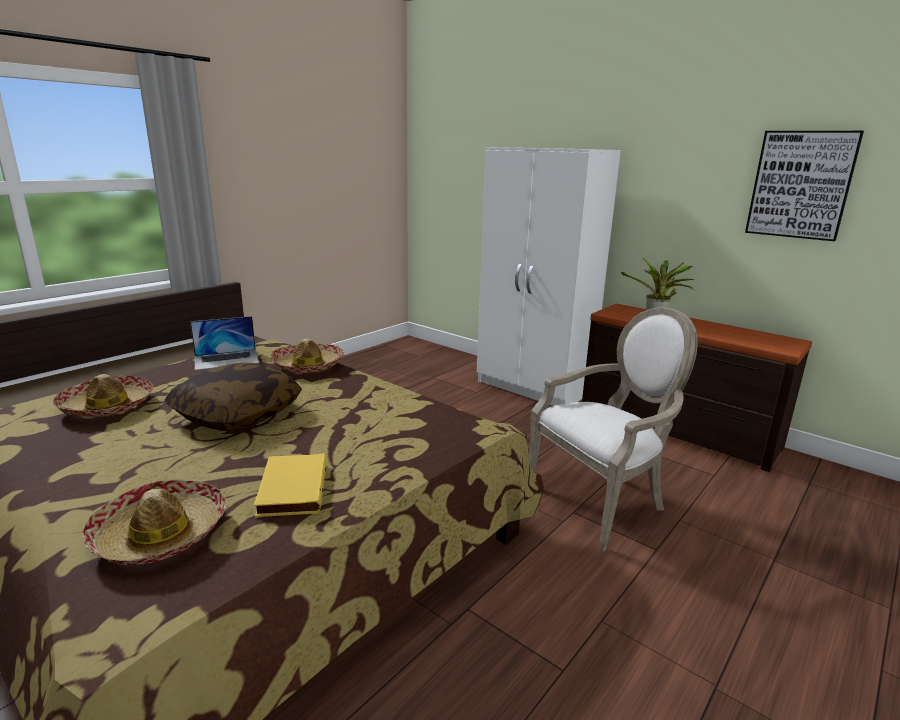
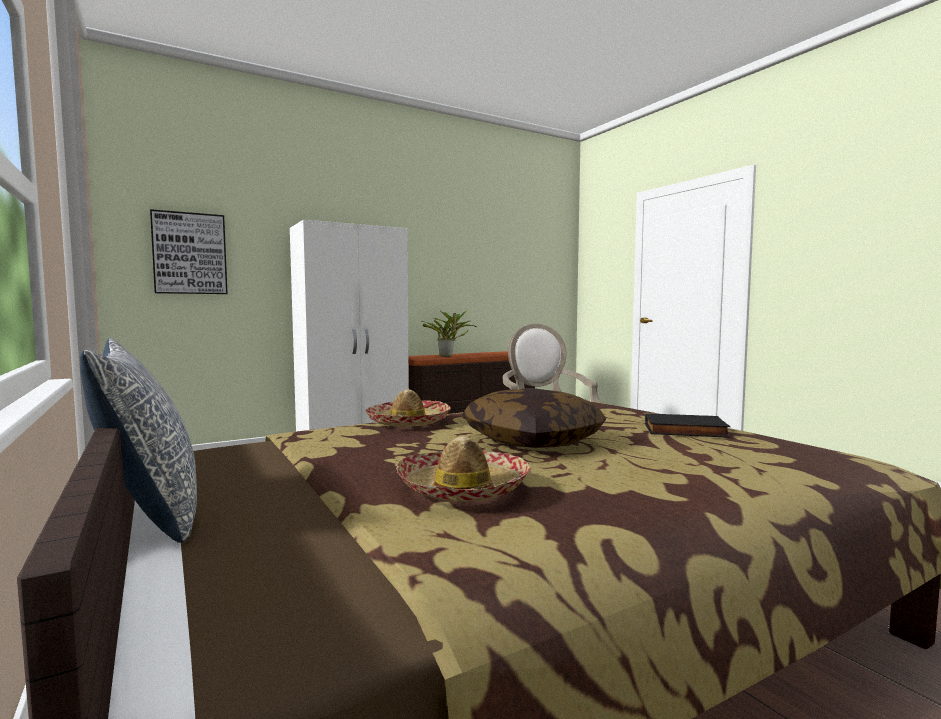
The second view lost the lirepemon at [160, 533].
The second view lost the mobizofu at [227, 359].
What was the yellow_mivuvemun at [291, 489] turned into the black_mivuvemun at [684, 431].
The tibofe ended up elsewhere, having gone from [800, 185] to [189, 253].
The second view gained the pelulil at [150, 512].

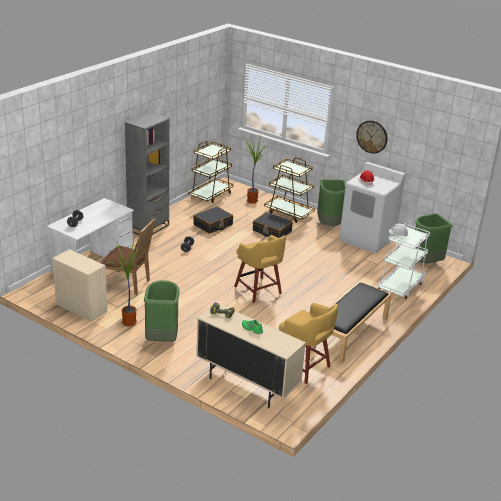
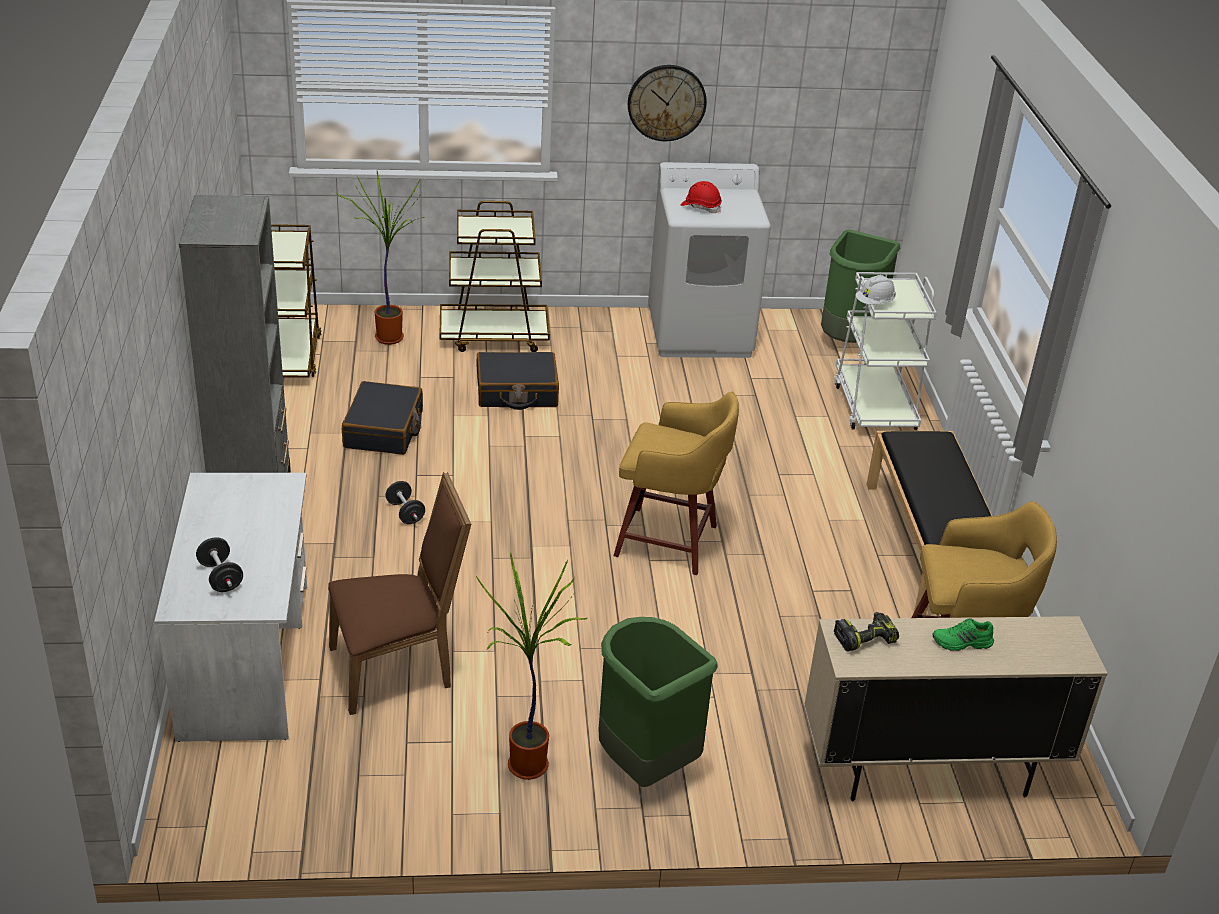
The second view lost the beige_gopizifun at [80, 308].
The second view lost the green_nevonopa at [329, 225].

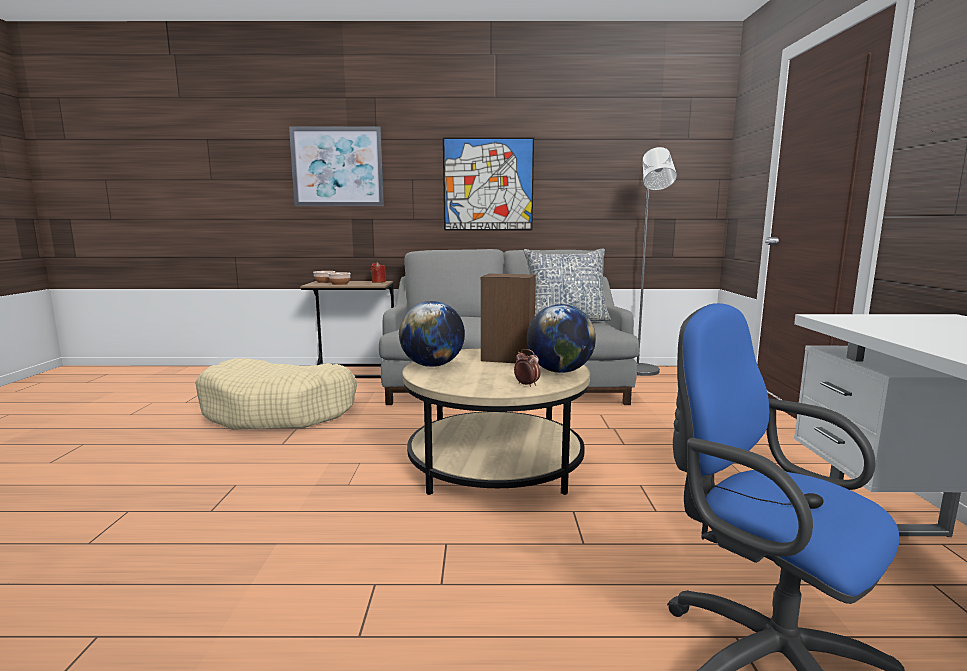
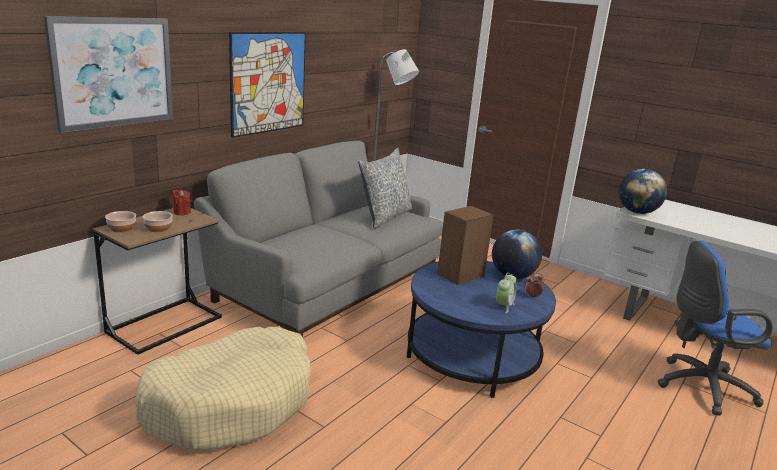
The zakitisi ended up elsewhere, having gone from [432, 365] to [637, 212].
What was the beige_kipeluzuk at [495, 463] turned into the blue_kipeluzuk at [472, 356].
The second view gained the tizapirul at [504, 306].

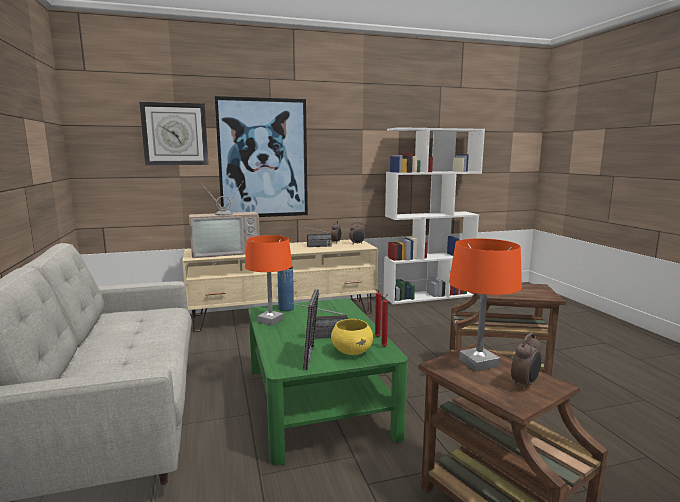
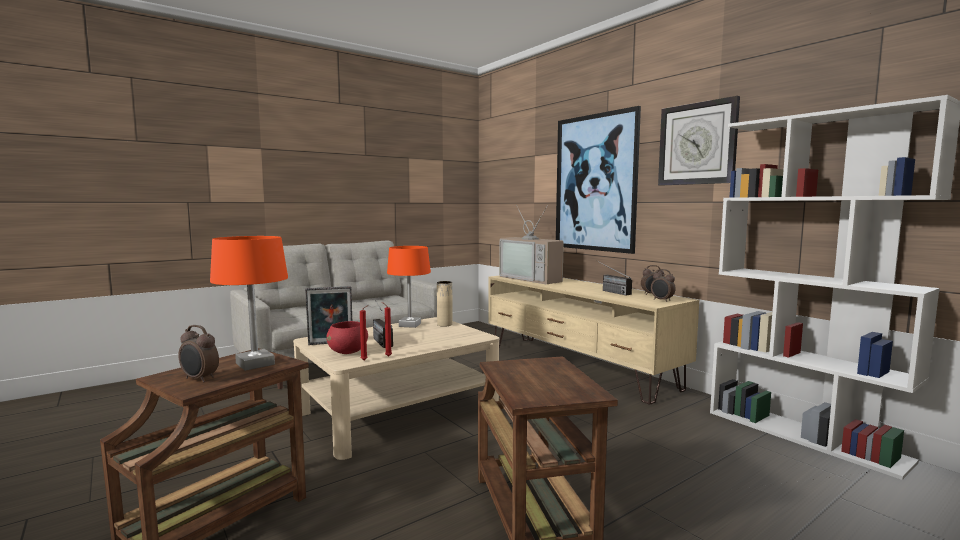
The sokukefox ended up elsewhere, having gone from [175, 134] to [697, 144].
What was the green_kipeluzuk at [317, 400] turned into the beige_kipeluzuk at [399, 411].
What was the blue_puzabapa at [286, 308] turned into the beige_puzabapa at [444, 324].
What was the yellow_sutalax at [352, 352] turned into the red_sutalax at [348, 352].

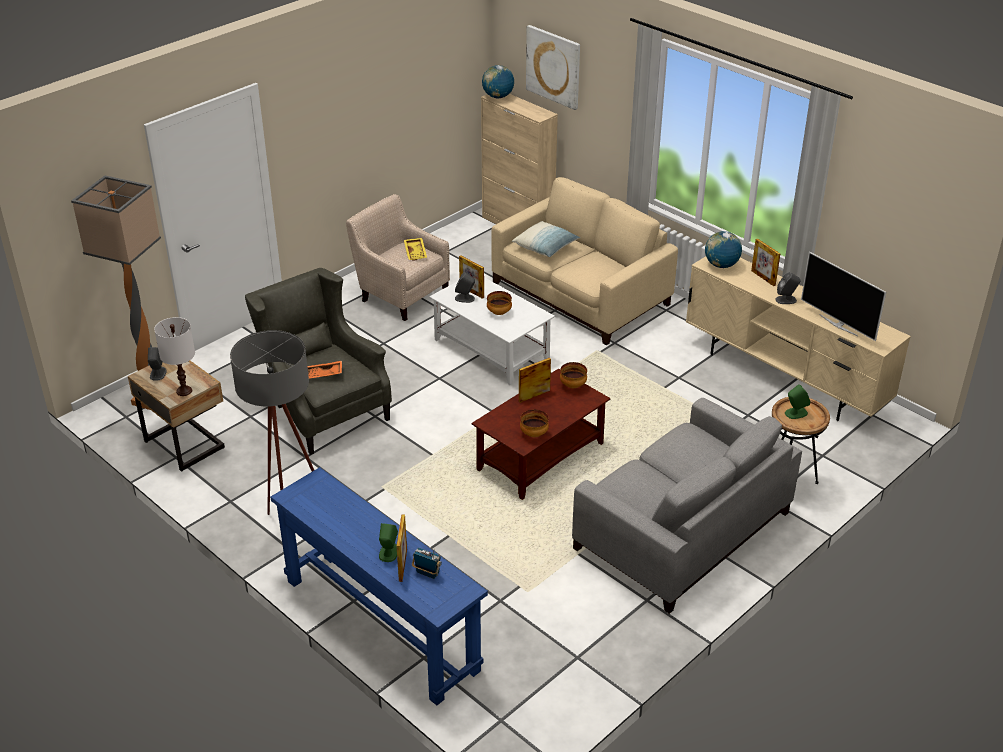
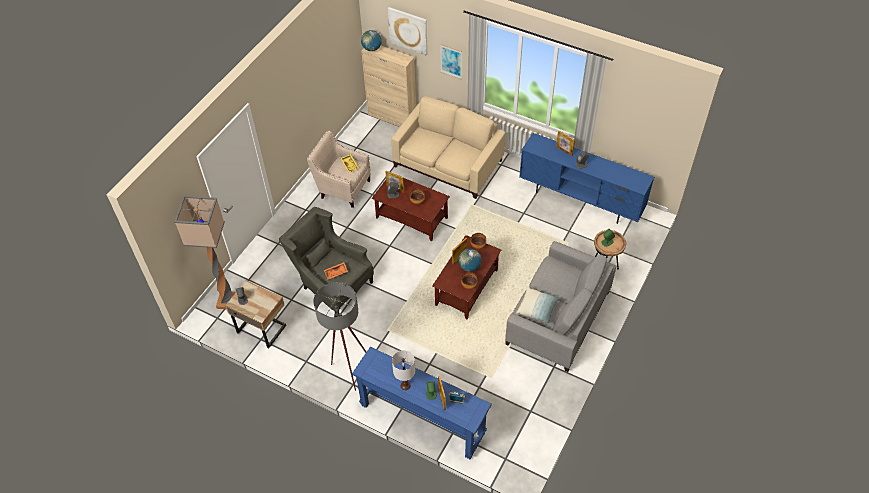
The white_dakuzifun ended up elsewhere, having gone from [184, 391] to [405, 385].
What was the white_kipeluzuk at [492, 350] turned into the brown_kipeluzuk at [412, 218].
The pelulil ended up elsewhere, having gone from [545, 247] to [537, 309].
What was the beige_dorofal at [784, 378] turned into the blue_dorofal at [581, 200].
The zakitisi ended up elsewhere, having gone from [721, 265] to [469, 267].
The second view lost the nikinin at [839, 325].
The second view gained the tibofe at [451, 61].

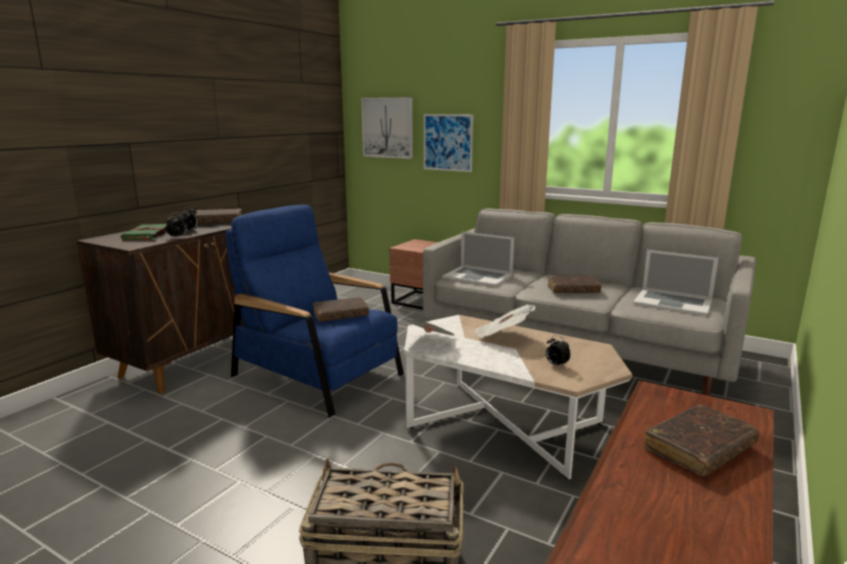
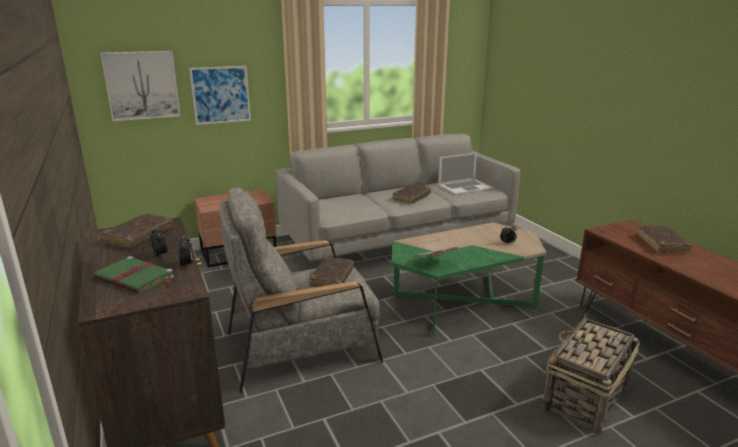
What was the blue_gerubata at [318, 375] turned into the grey_gerubata at [302, 345].
What was the white_kipeluzuk at [505, 425] turned into the green_kipeluzuk at [463, 302].
The second view lost the mobizofu at [478, 276].
The second view lost the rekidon at [502, 336].

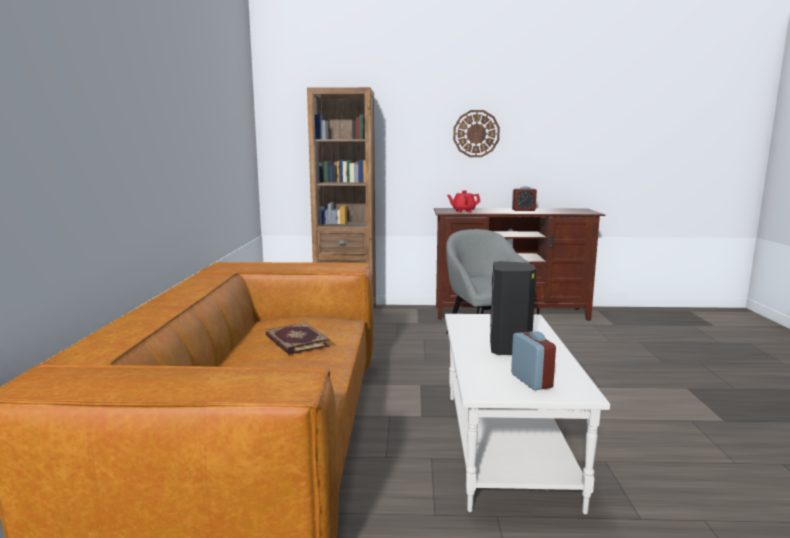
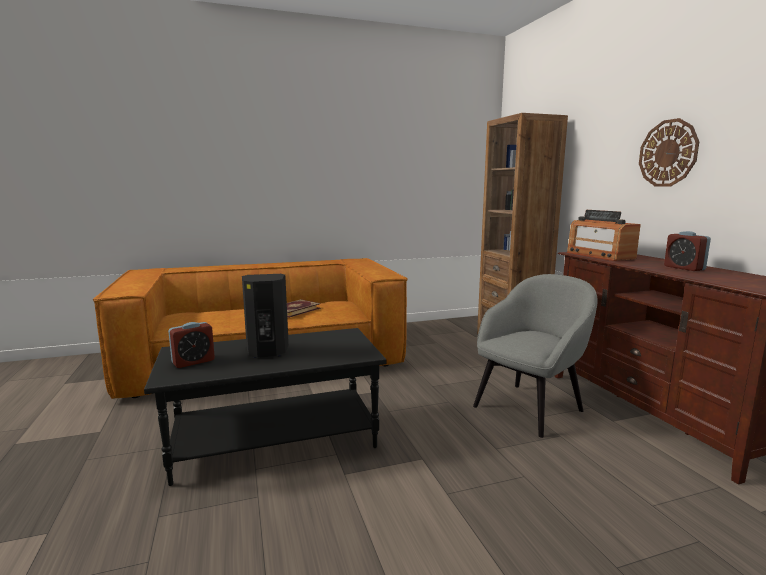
What was the white_kipeluzuk at [504, 445] turned into the black_kipeluzuk at [276, 440].
Where the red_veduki stood at [463, 211], the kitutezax came to stand at [599, 255].

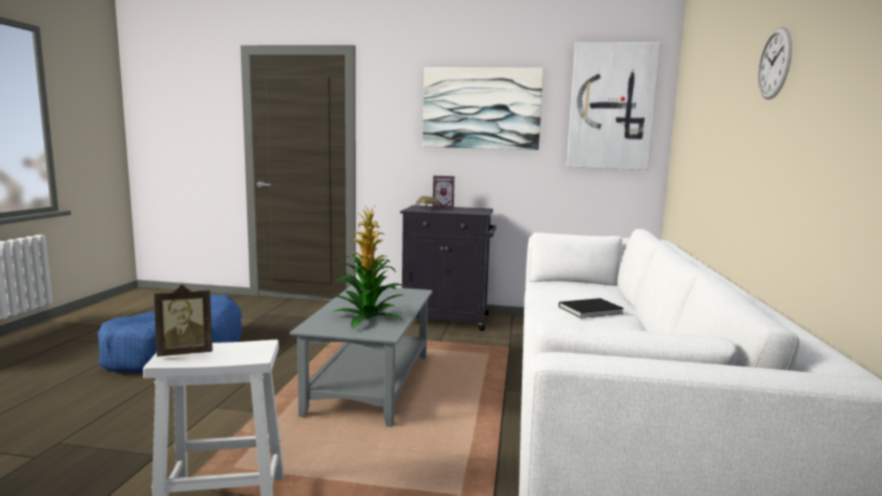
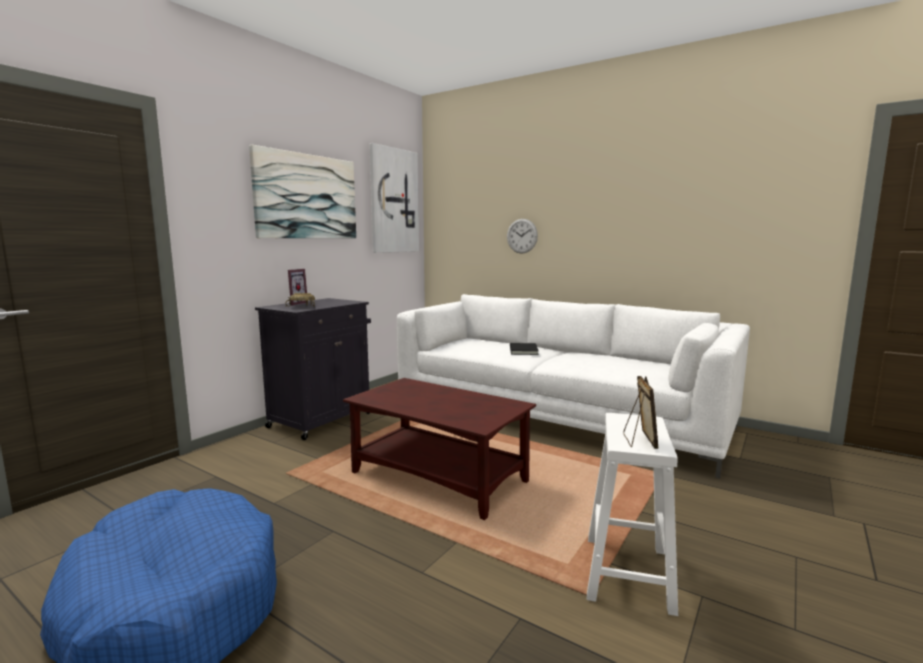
What was the grey_kipeluzuk at [370, 385] turned into the brown_kipeluzuk at [440, 477].
The second view lost the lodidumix at [368, 318].
The sokukefox ended up elsewhere, having gone from [774, 63] to [522, 236].

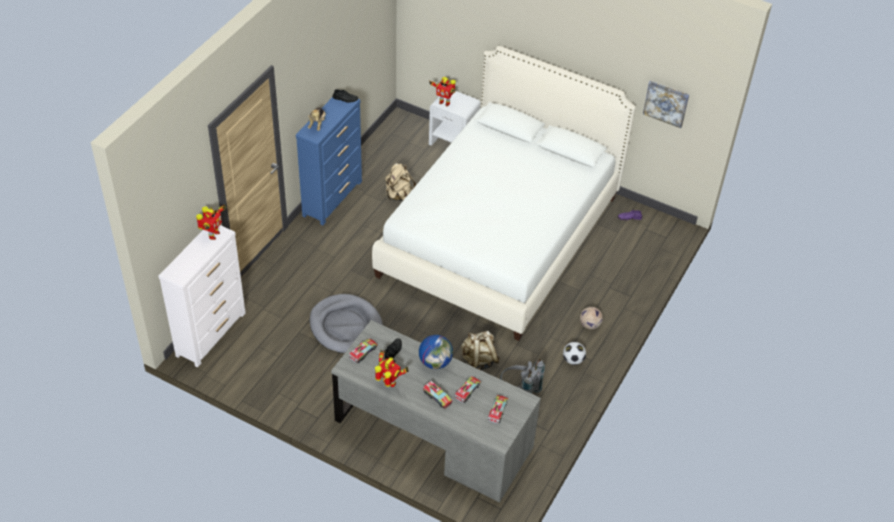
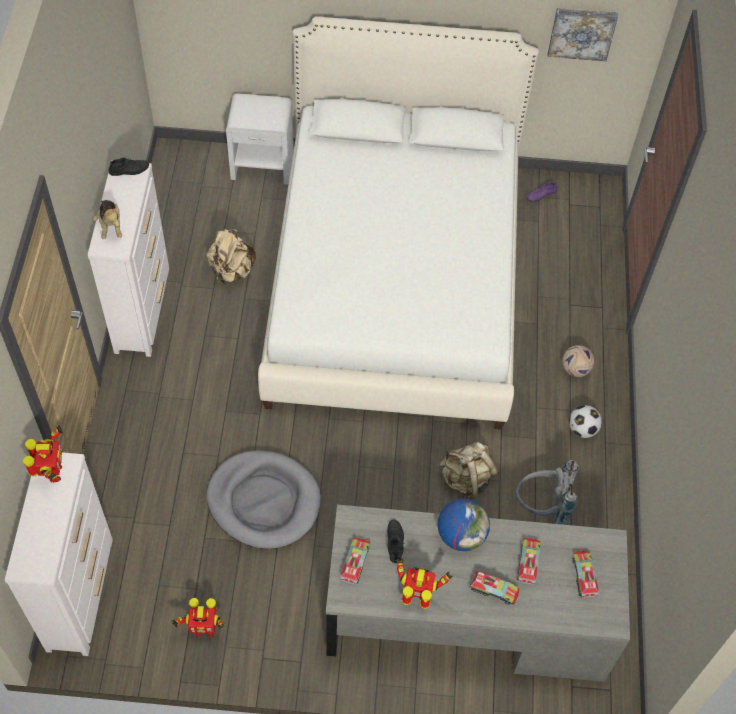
What was the blue_gopizifun at [333, 198] turned into the white_gopizifun at [142, 309].
The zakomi ended up elsewhere, having gone from [444, 102] to [204, 630].

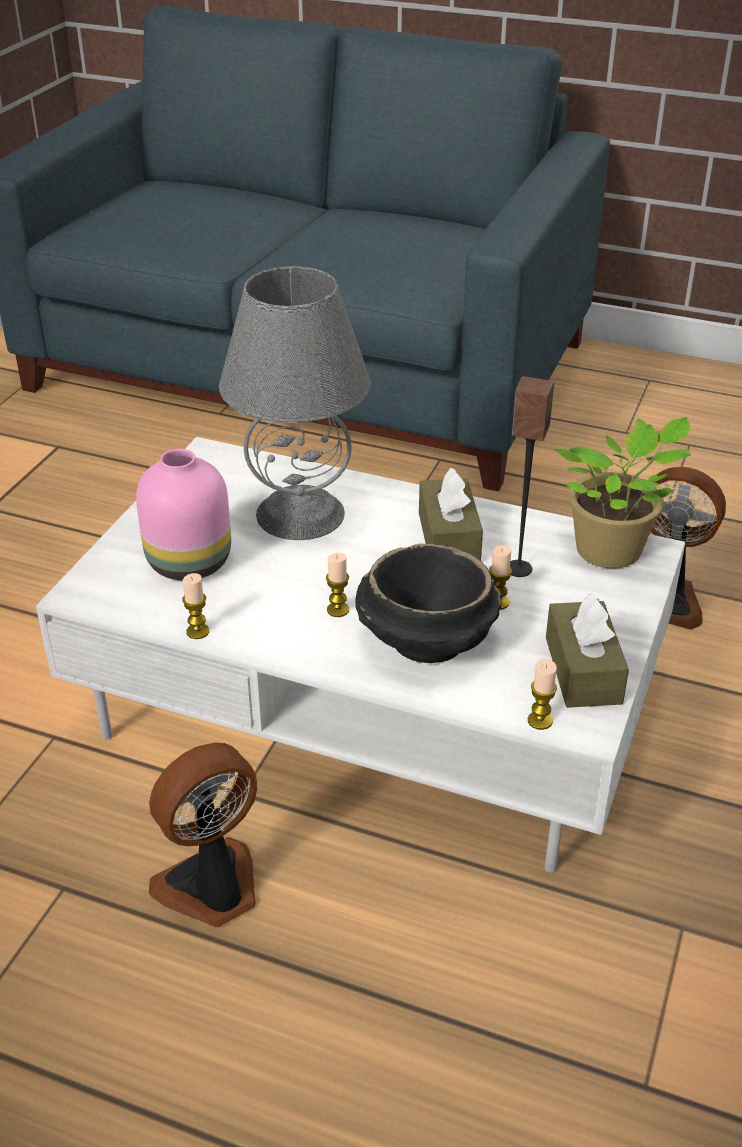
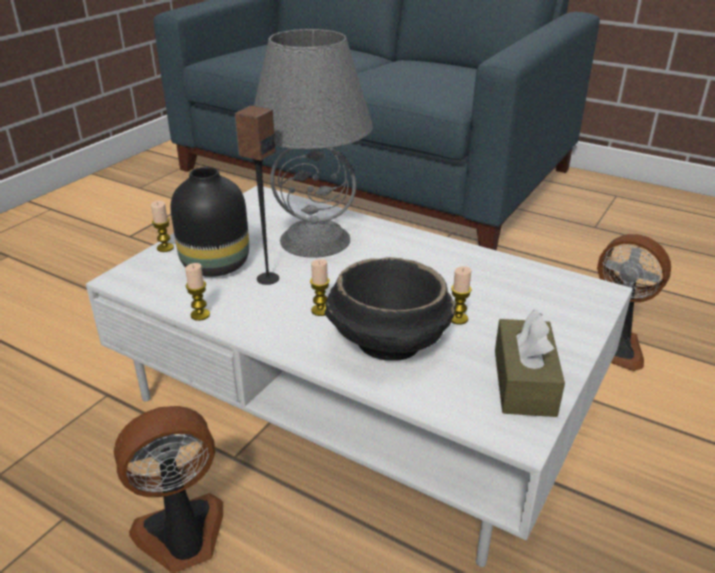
What was the pink_puzabapa at [191, 562] turned into the black_puzabapa at [217, 264].
The second view lost the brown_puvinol at [448, 538].
The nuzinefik ended up elsewhere, having gone from [518, 568] to [267, 278].
The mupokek ended up elsewhere, having gone from [540, 721] to [165, 248].
The second view lost the lodidumix at [613, 553].

